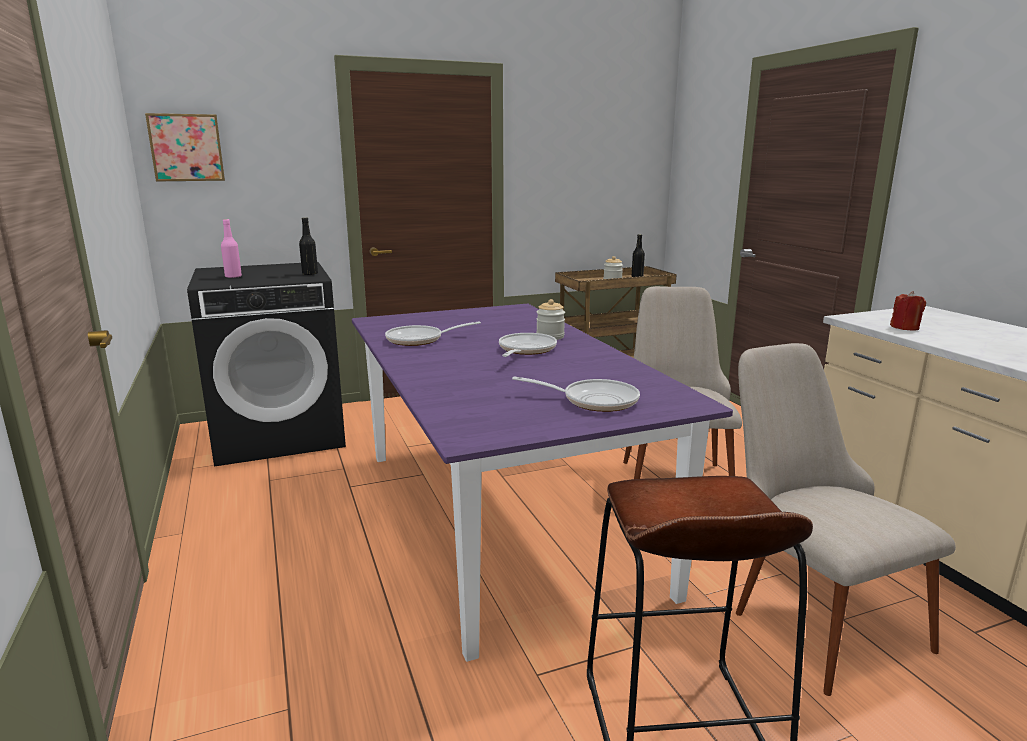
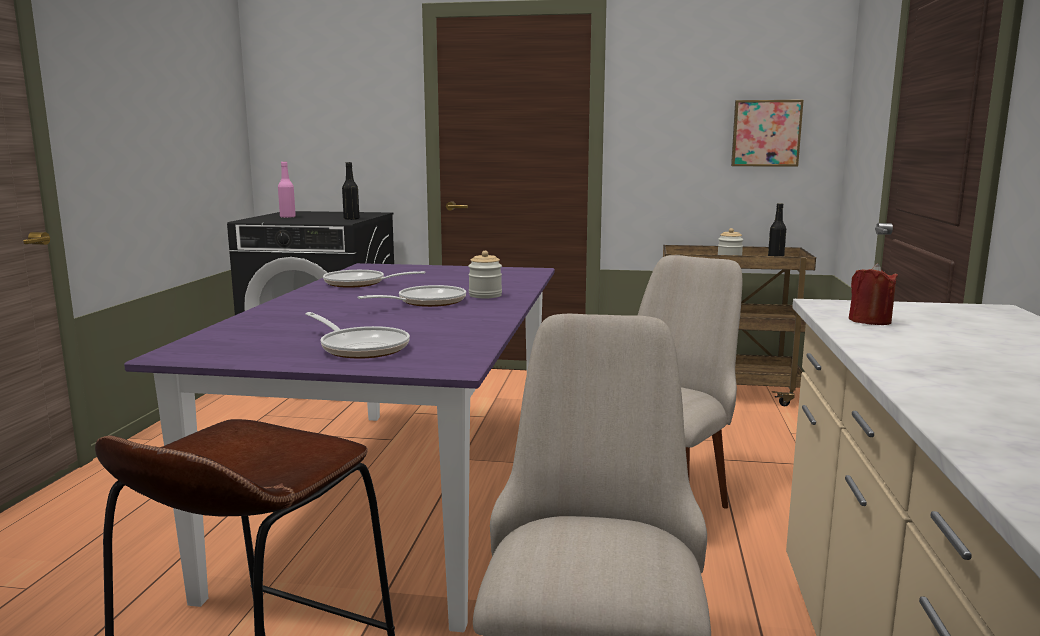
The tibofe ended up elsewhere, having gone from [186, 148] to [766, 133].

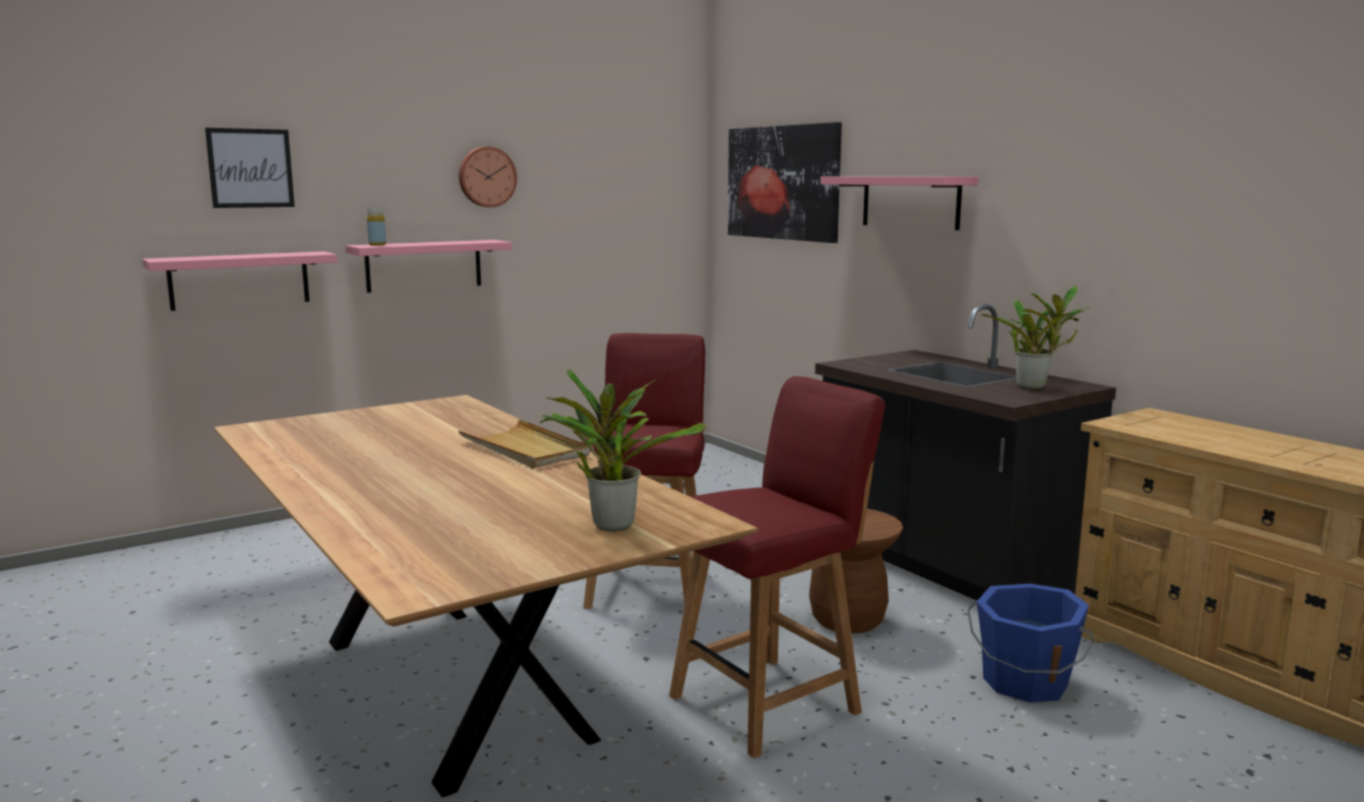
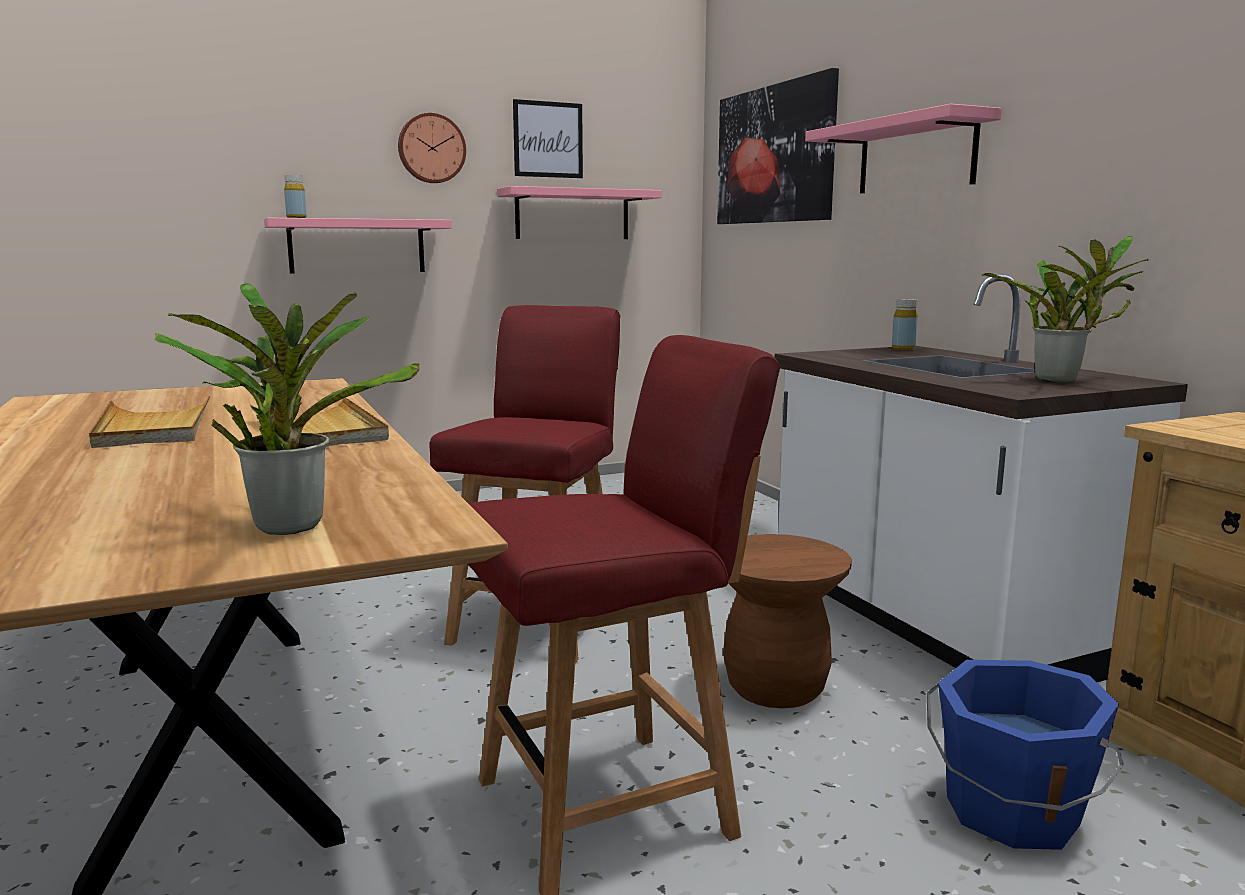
The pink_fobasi ended up elsewhere, having gone from [239, 280] to [572, 215].
The tibofe ended up elsewhere, having gone from [250, 168] to [548, 139].
What was the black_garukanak at [944, 564] turned into the white_garukanak at [934, 621].
The second view gained the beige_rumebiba at [154, 428].
The second view gained the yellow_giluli at [903, 348].

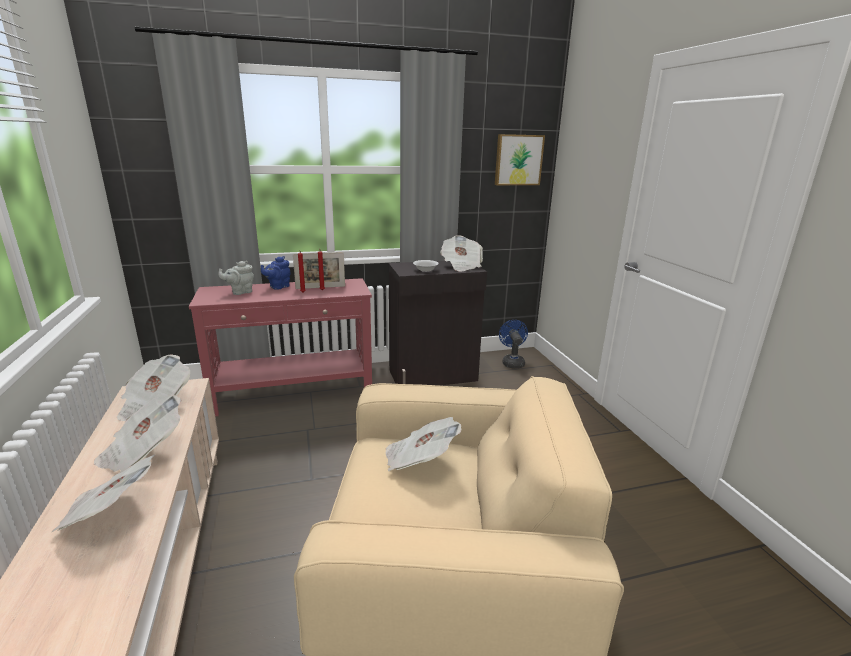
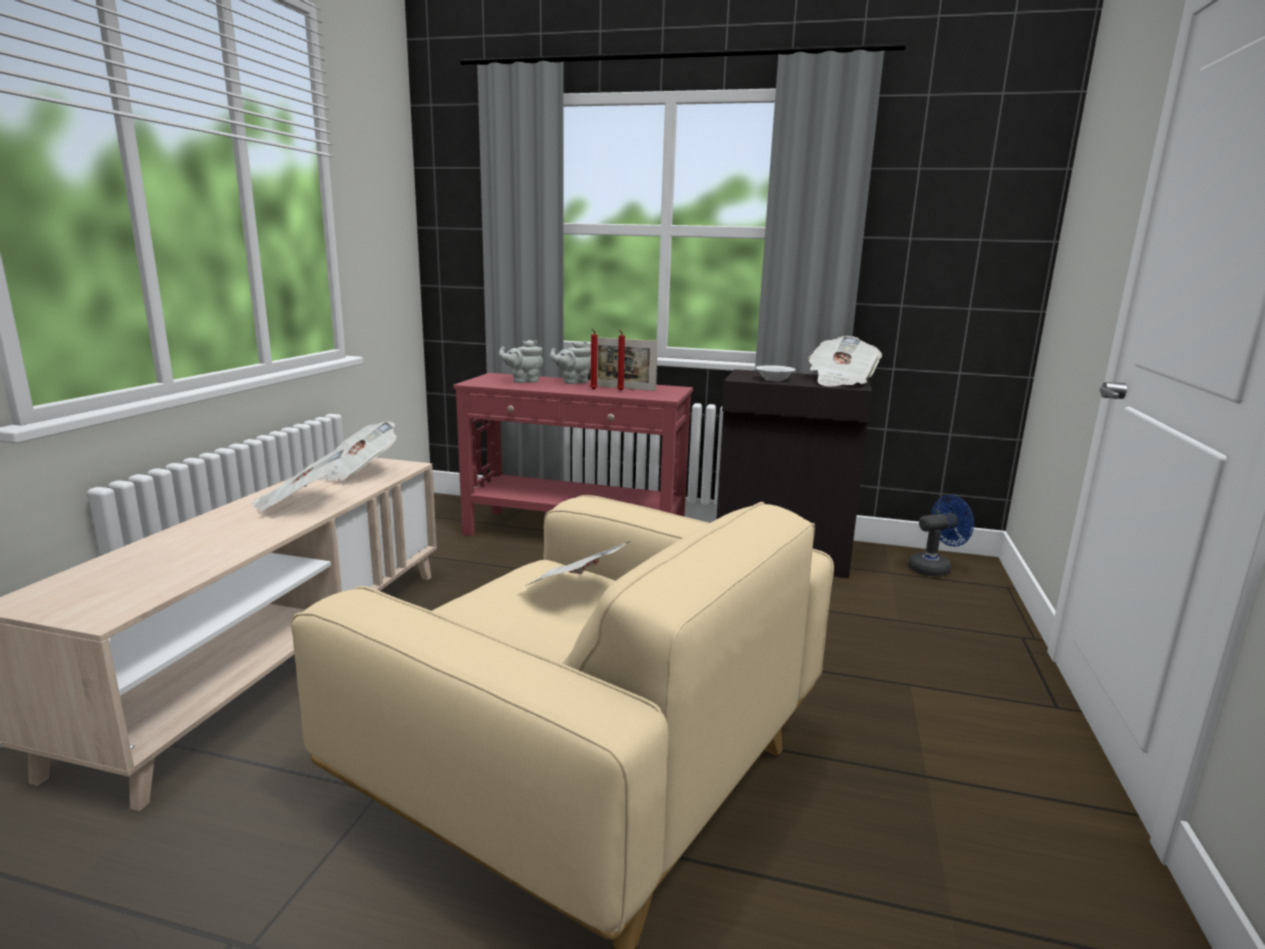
The second view lost the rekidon at [110, 512].
What was the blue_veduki at [278, 287] turned into the grey_veduki at [573, 382].
The second view lost the tibofe at [518, 160].
The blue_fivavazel at [512, 362] ended up facing another way, 45 degrees clockwise from before.

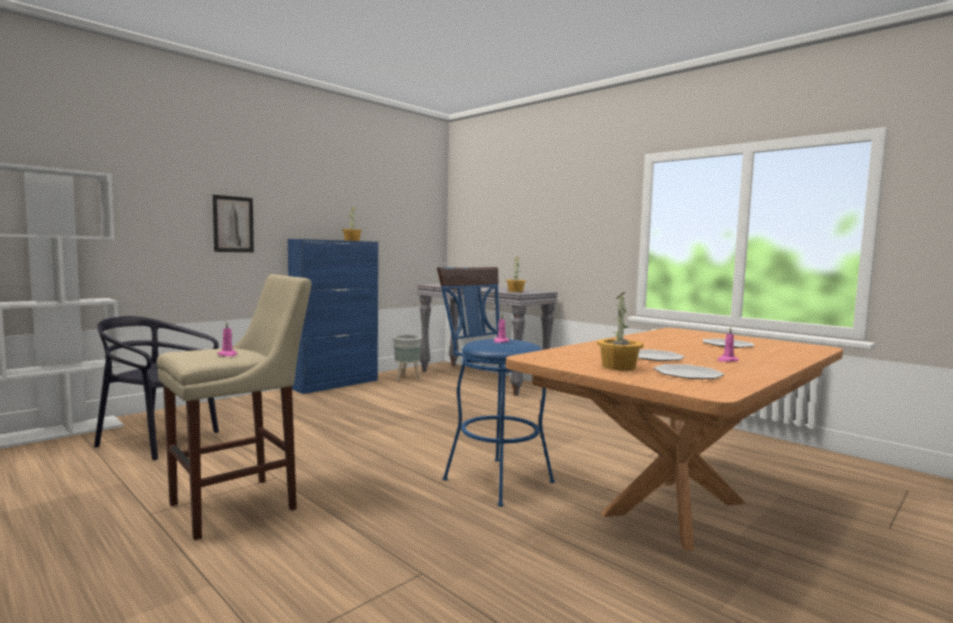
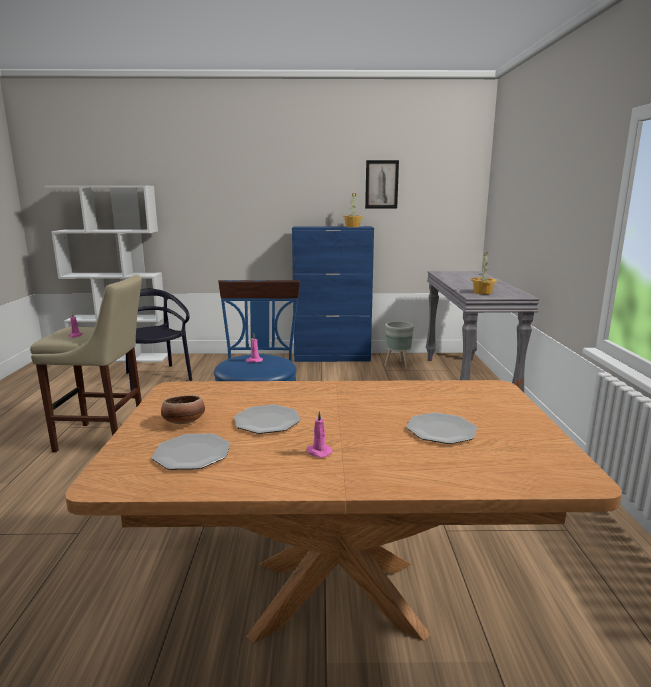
The tibofe ended up elsewhere, having gone from [233, 224] to [381, 184].
Where the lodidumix stood at [619, 367], the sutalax came to stand at [183, 422].

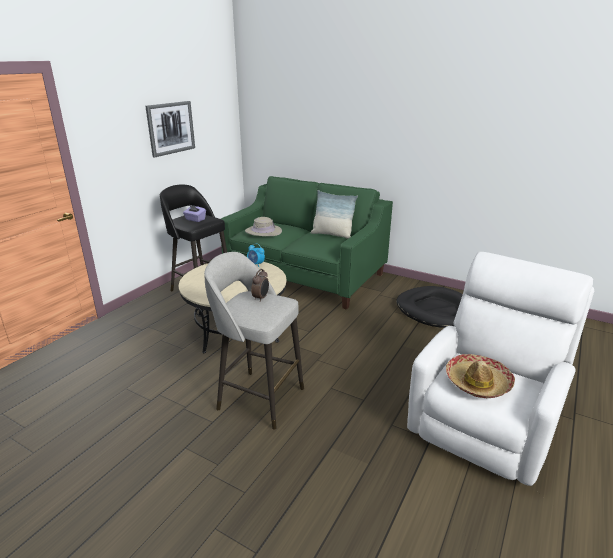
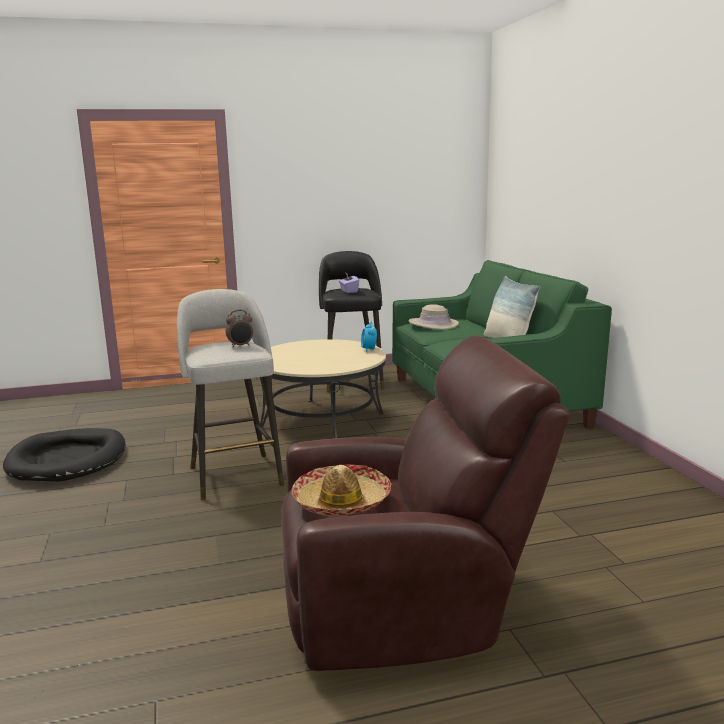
The second view lost the tibofe at [171, 128].
The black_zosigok ended up elsewhere, having gone from [436, 310] to [68, 459].
What was the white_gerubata at [485, 423] turned into the brown_gerubata at [405, 606].

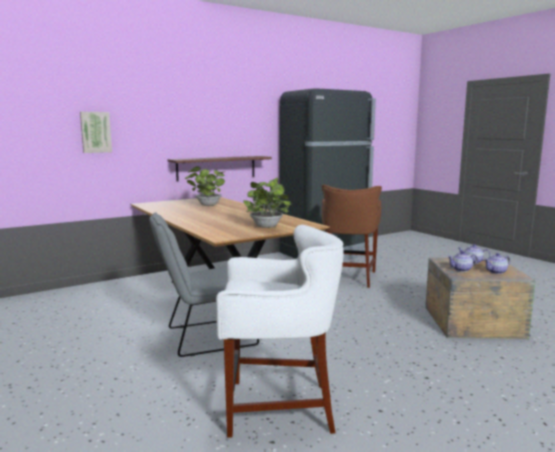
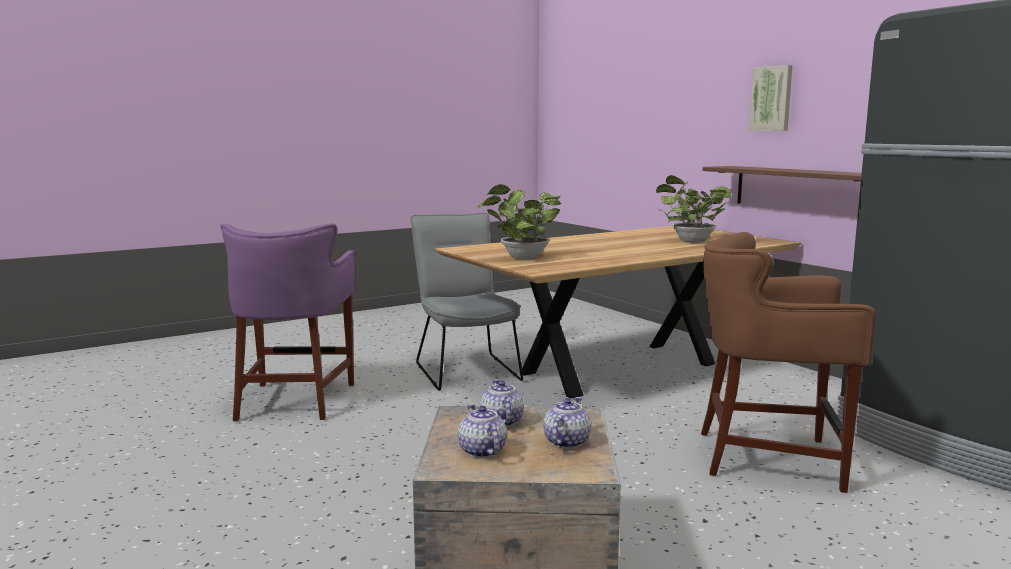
The tibofe ended up elsewhere, having gone from [95, 132] to [772, 98].
What was the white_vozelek at [277, 407] turned into the purple_vozelek at [295, 401].

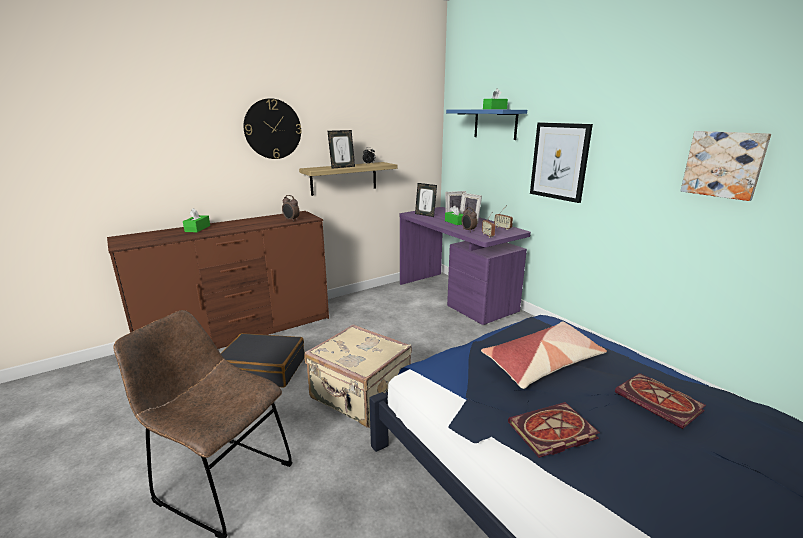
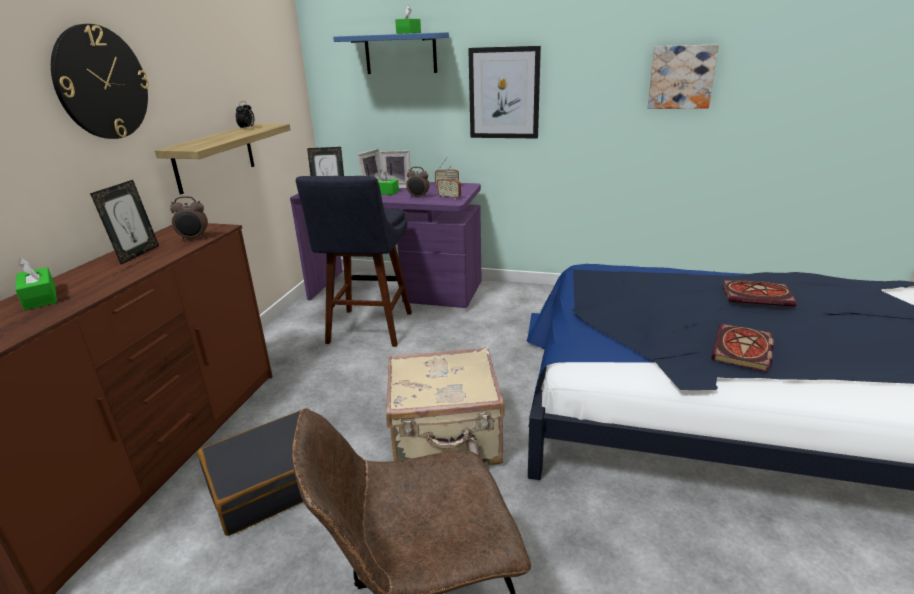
The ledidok ended up elsewhere, having gone from [342, 167] to [137, 254].
The second view lost the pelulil at [543, 363].
The second view gained the blue_vozelek at [368, 330].

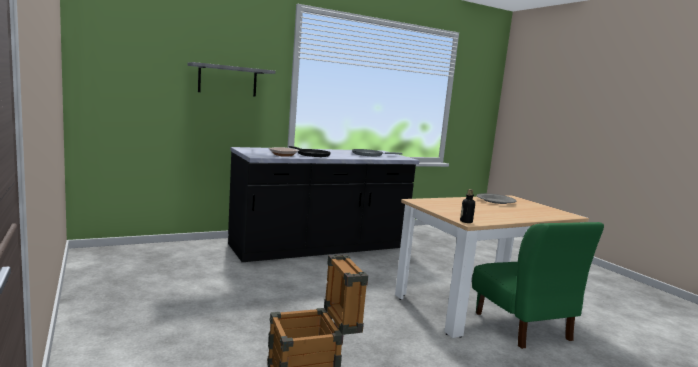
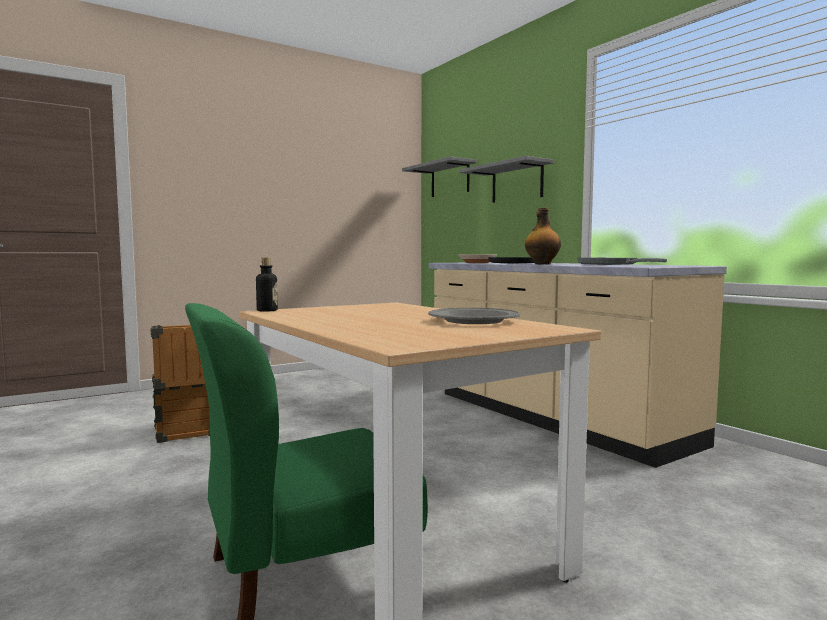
What was the black_garukanak at [320, 248] turned into the beige_garukanak at [550, 417].
The second view gained the grey_fobasi at [450, 180].
The second view gained the giluli at [541, 264].

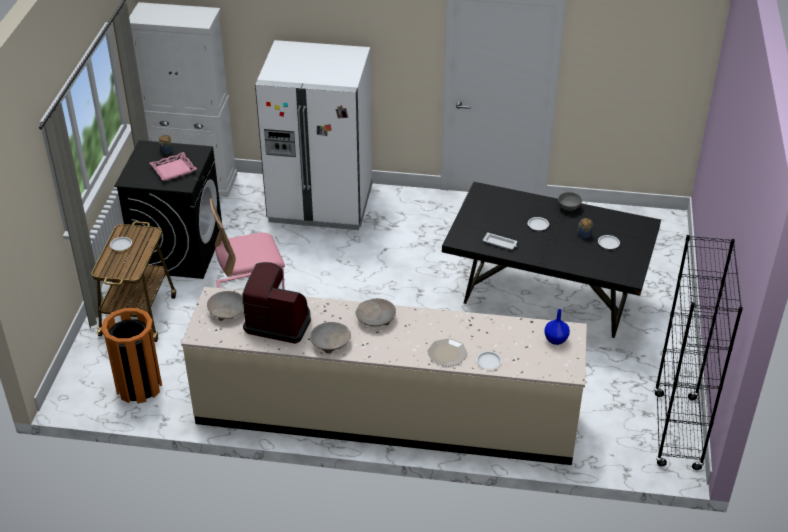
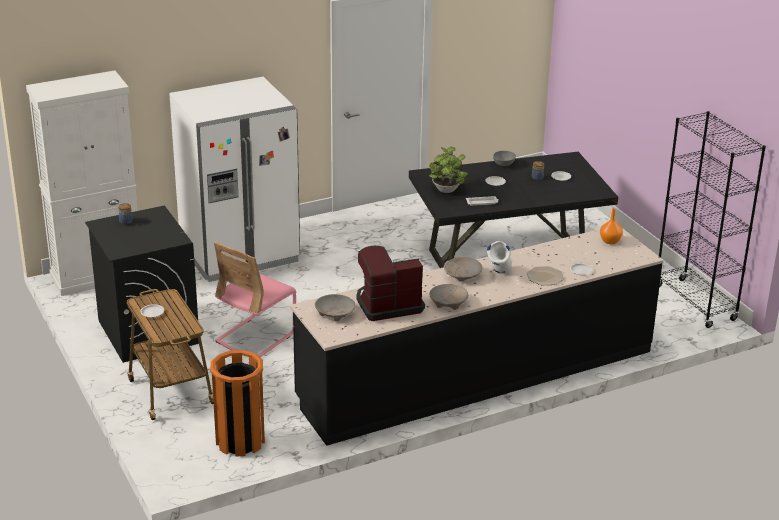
The second view lost the pink_rumebiba at [173, 169].
What was the beige_garukanak at [386, 414] turned into the black_garukanak at [477, 375].
What was the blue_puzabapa at [556, 340] turned into the orange_puzabapa at [610, 241].
The second view gained the lodidumix at [446, 191].
The second view gained the white_puzabapa at [499, 274].

